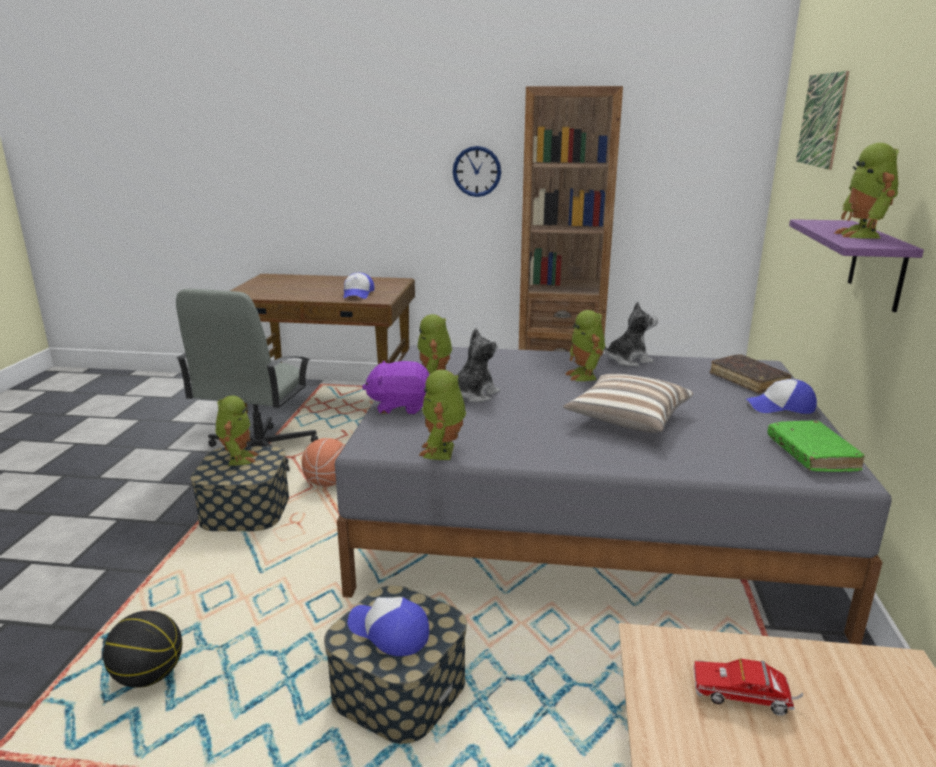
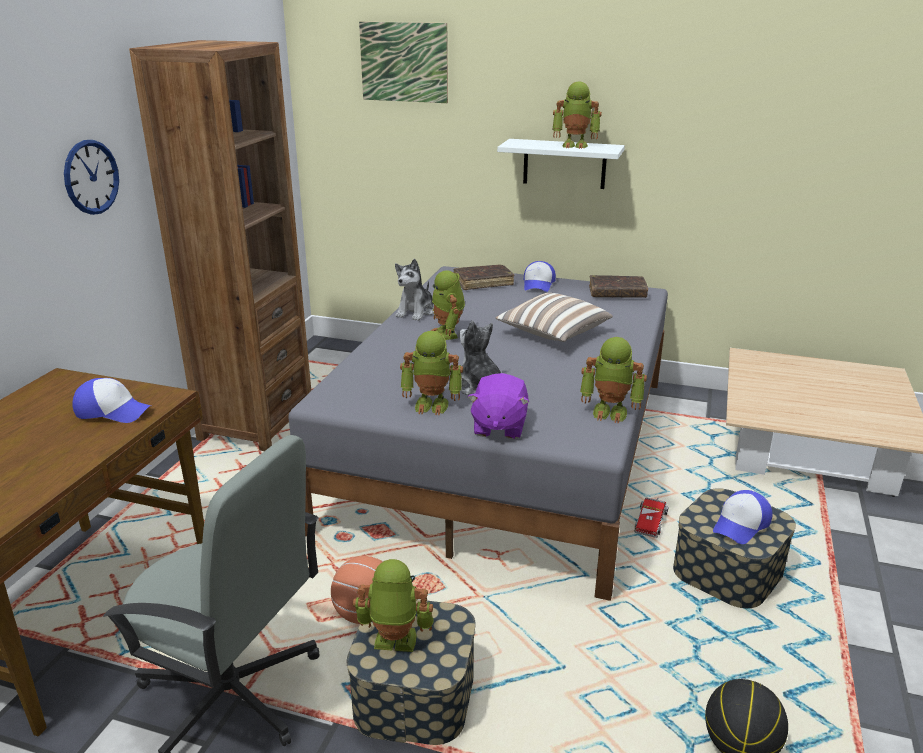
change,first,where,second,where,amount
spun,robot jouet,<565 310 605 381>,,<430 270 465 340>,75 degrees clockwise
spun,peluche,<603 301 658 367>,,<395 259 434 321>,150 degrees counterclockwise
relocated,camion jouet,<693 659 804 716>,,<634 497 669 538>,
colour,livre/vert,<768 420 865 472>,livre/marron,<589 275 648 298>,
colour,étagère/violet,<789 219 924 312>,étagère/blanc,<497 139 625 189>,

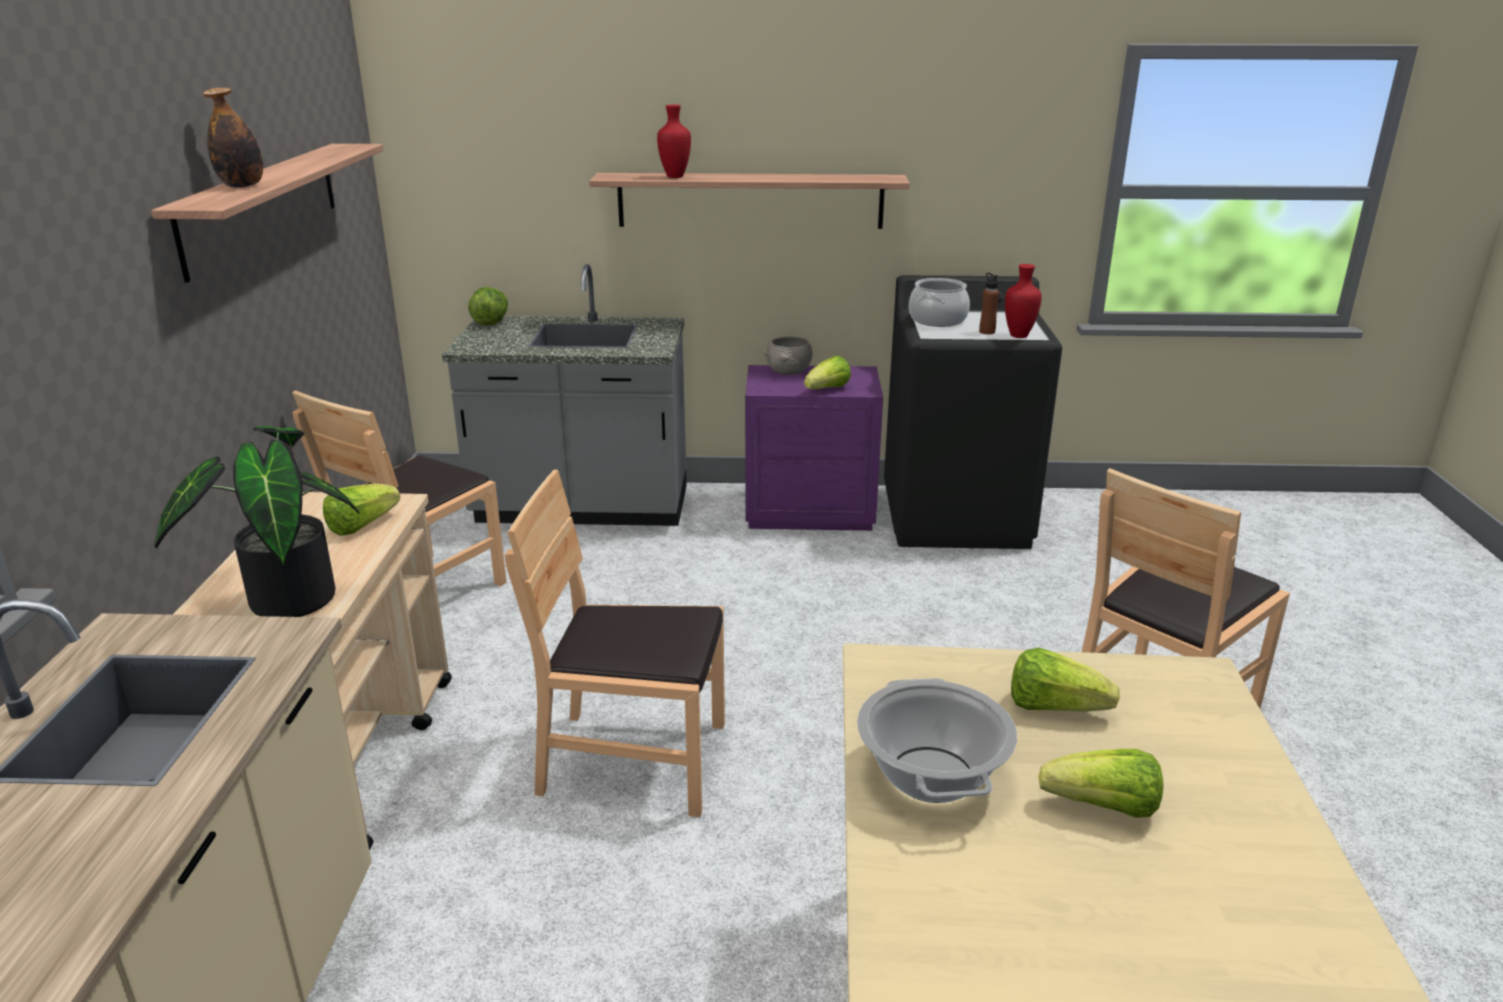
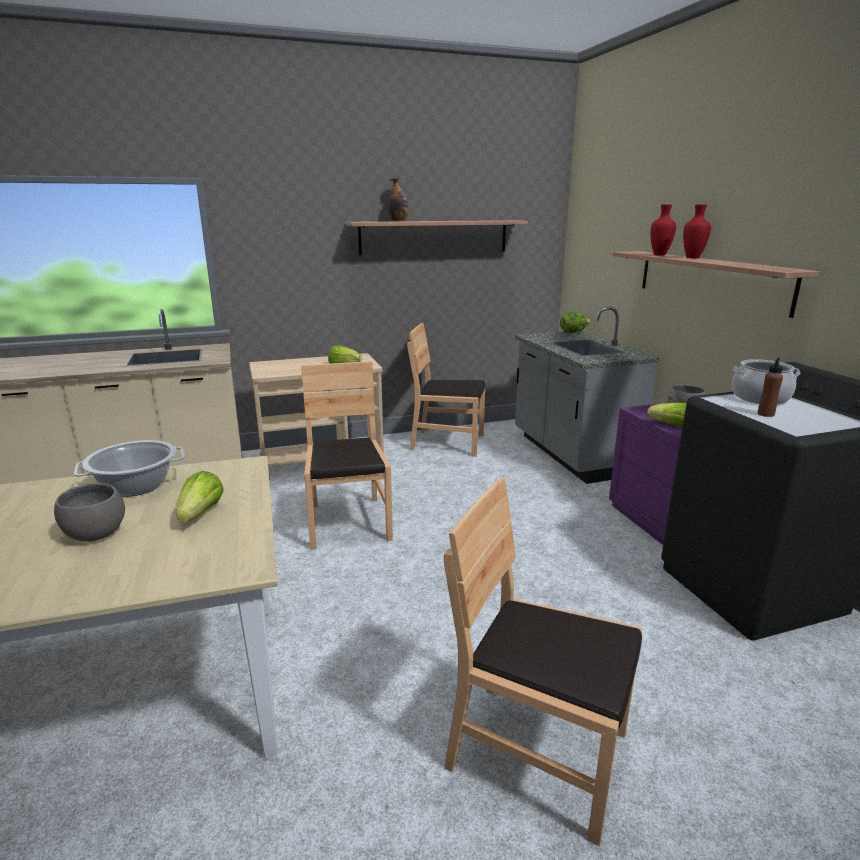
change,first,where,second,where,amount
missing,plante en pot,<155 426 360 617>,,,
relocated,vase/rouge,<1005 264 1042 338>,,<683 204 711 258>,
exchanged,laitue,<1039 749 1163 818>,bol/gris,<54 483 125 542>,

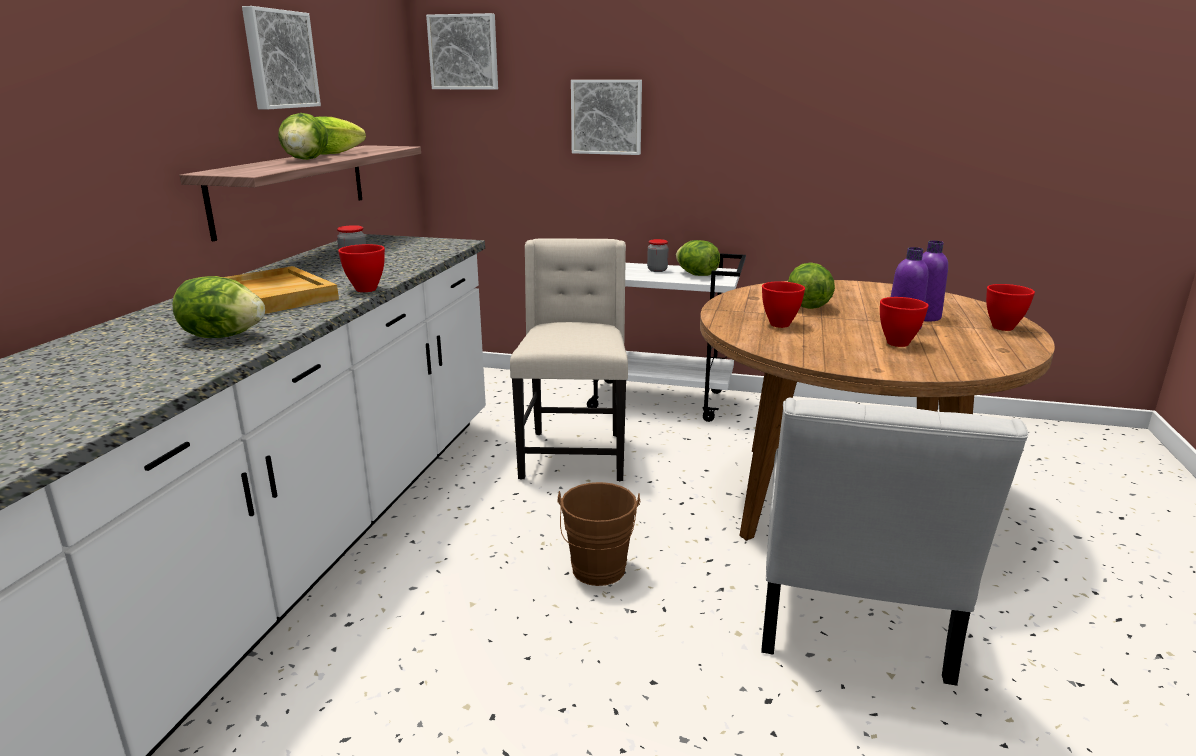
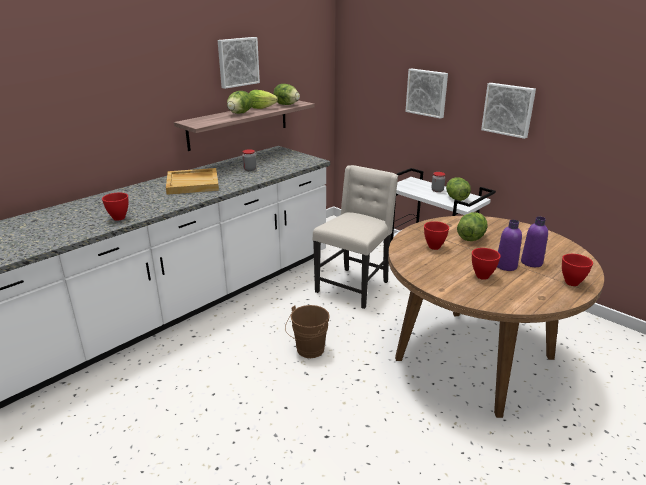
change,first,where,second,where,amount
relocated,laitue,<172 276 265 338>,,<273 84 300 105>,
relocated,bol/rouge,<338 244 385 292>,,<102 193 128 221>,
relocated,tableau,<426 13 498 90>,,<481 83 536 139>,
missing,chaise/blanc,<761 398 1028 686>,,,

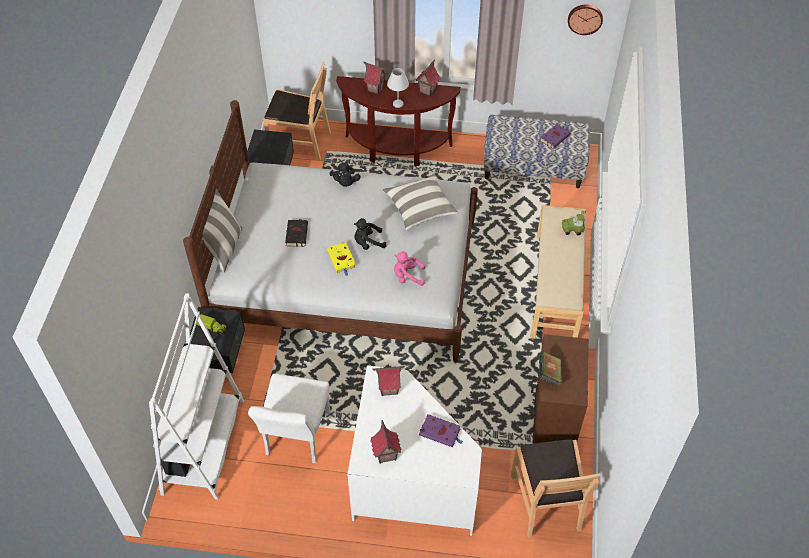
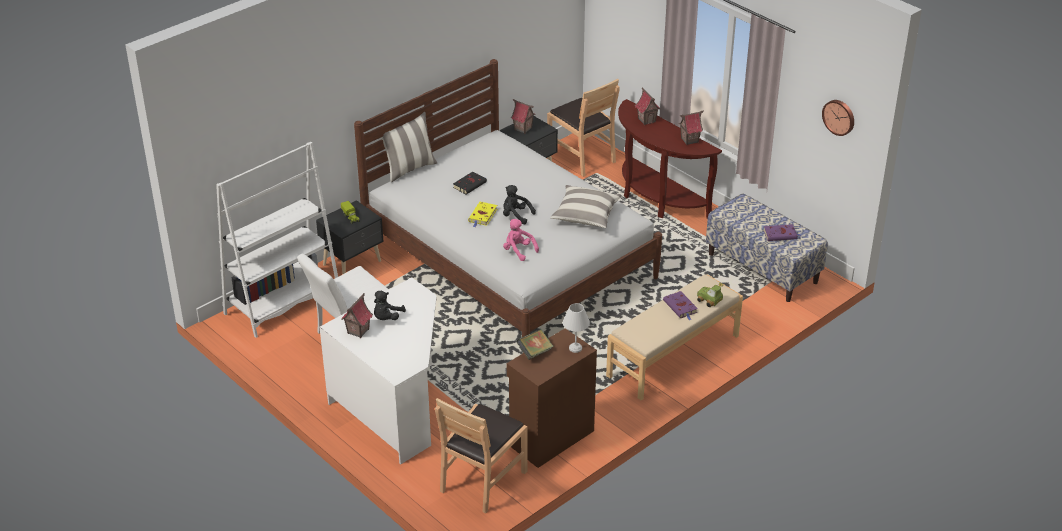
change,first,where,second,where,amount
relocated,peluche/noir,<329 162 360 187>,,<374 291 406 320>,
relocated,maison miniature,<372 366 405 396>,,<511 99 536 134>,
relocated,lampe de table/blanc,<387 68 409 108>,,<563 303 590 353>,
relocated,livre/violet,<419 414 463 447>,,<663 291 698 320>,

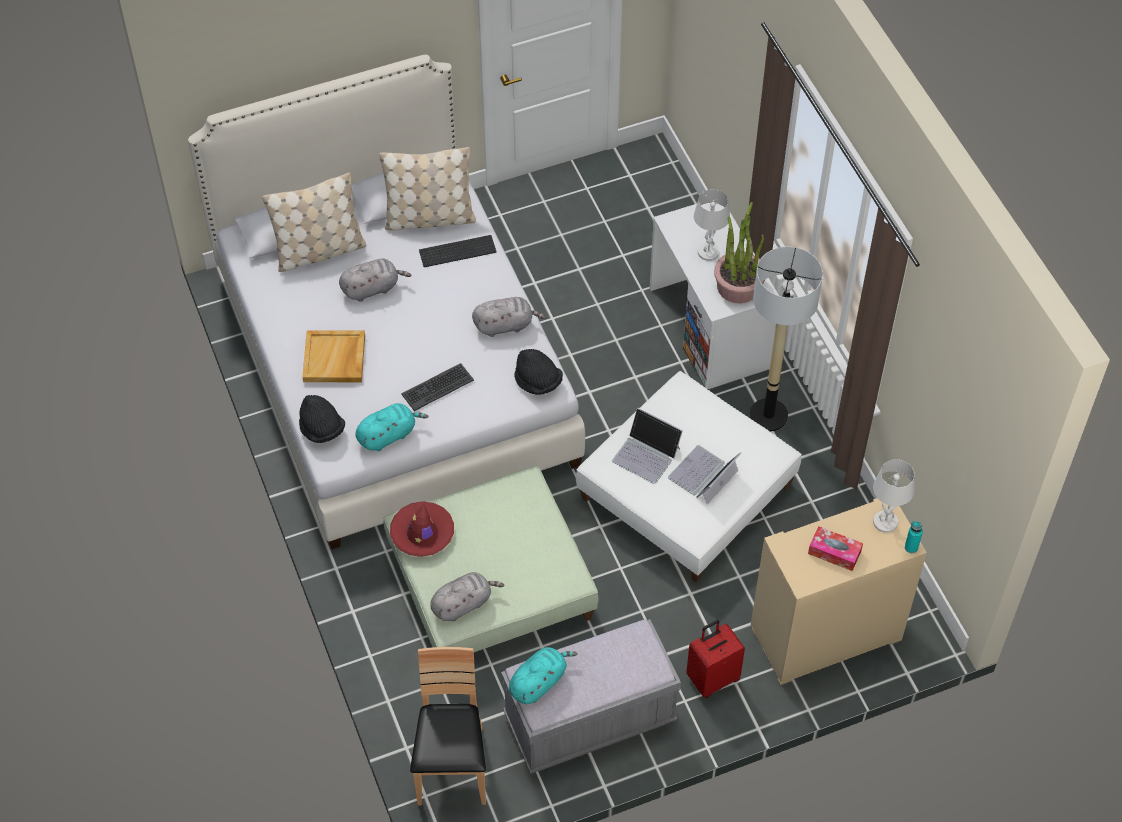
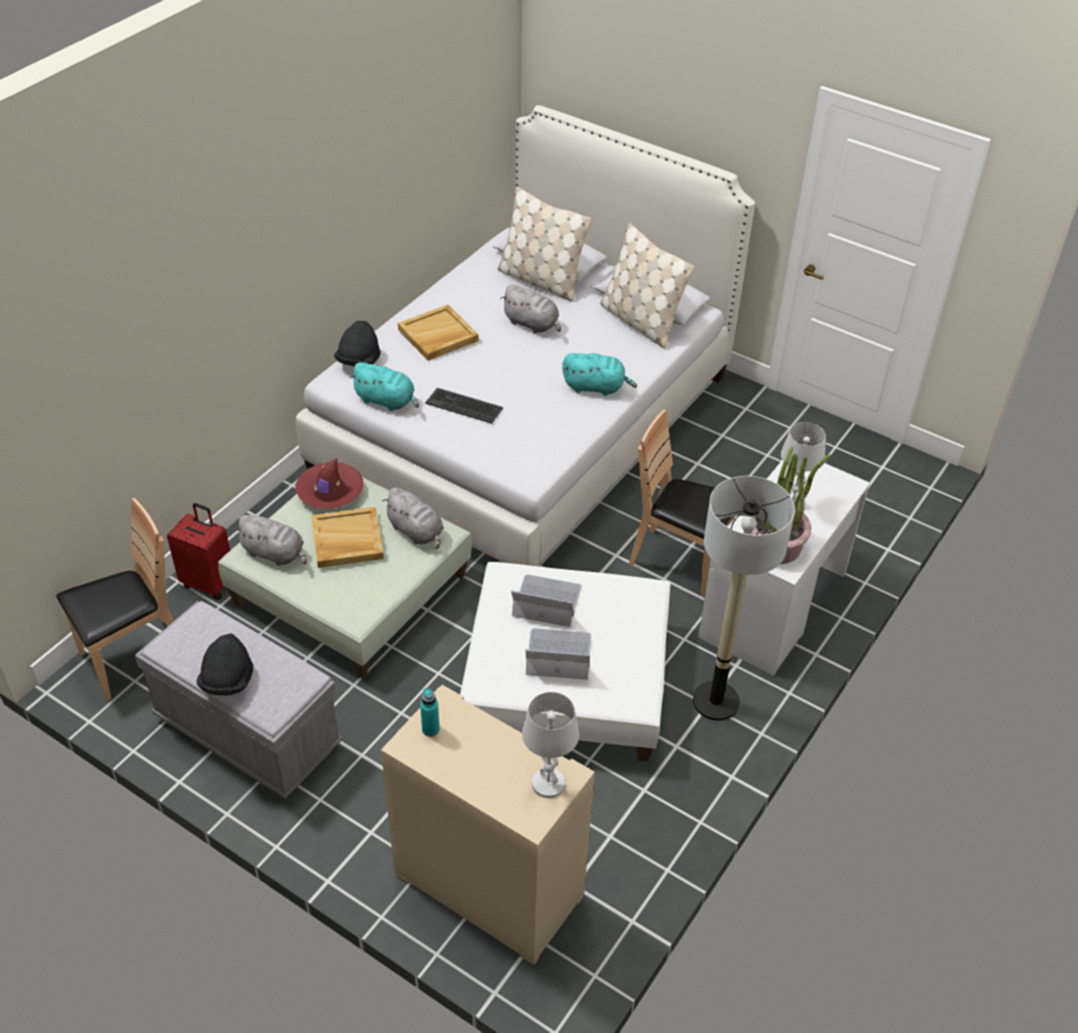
change,first,where,second,where,amount
missing,clavier,<419 235 496 267>,,,
relocated,peluche/gris,<472 297 546 337>,,<382 487 444 549>,
relocated,peluche/turquoise,<509 647 578 704>,,<562 353 637 396>,
relocated,chapeau/noir,<514 349 563 395>,,<196 633 253 696>,
spun,ordinateur portable,<612 408 683 484>,,<511 574 582 627>,105 degrees clockwise
relocated,valise/rouge,<686 620 745 698>,,<167 503 230 600>,
missing,boîte à mouchoirs,<808 526 863 571>,,,
relocated,bouteille/turquoise,<905 521 923 553>,,<420 688 440 737>,
appeared,,,plateau/beige,<311 507 384 568>,
appeared,,,chaise/marron,<628 409 736 597>,

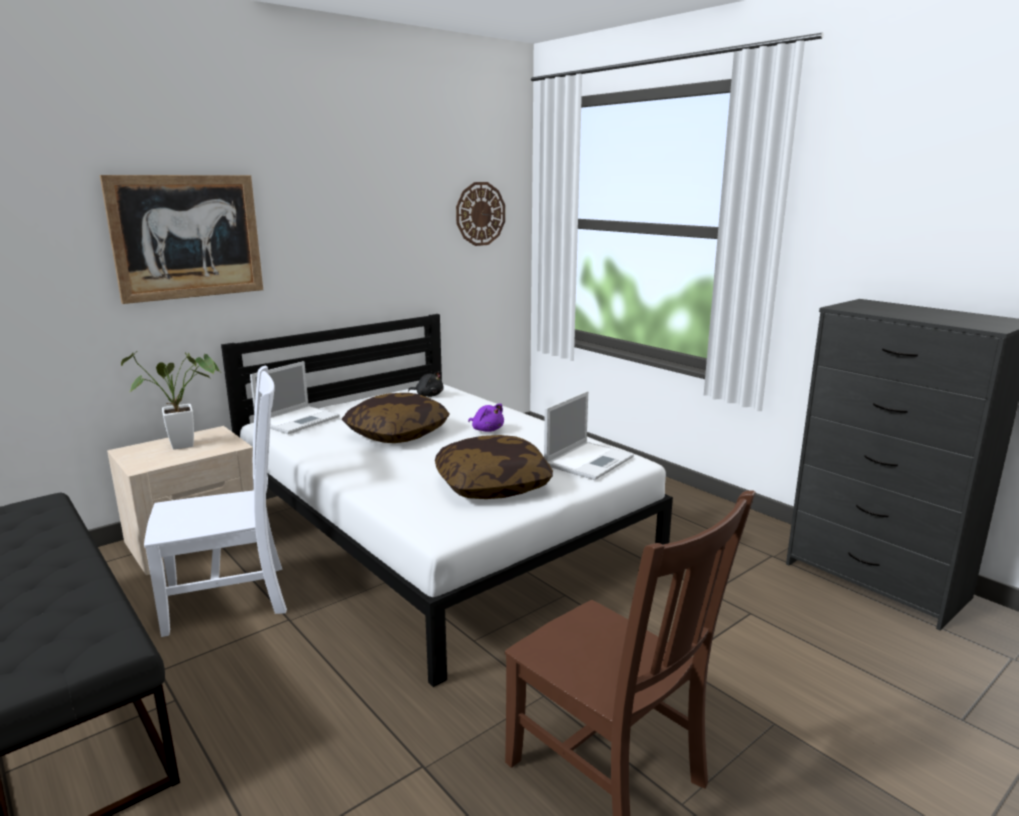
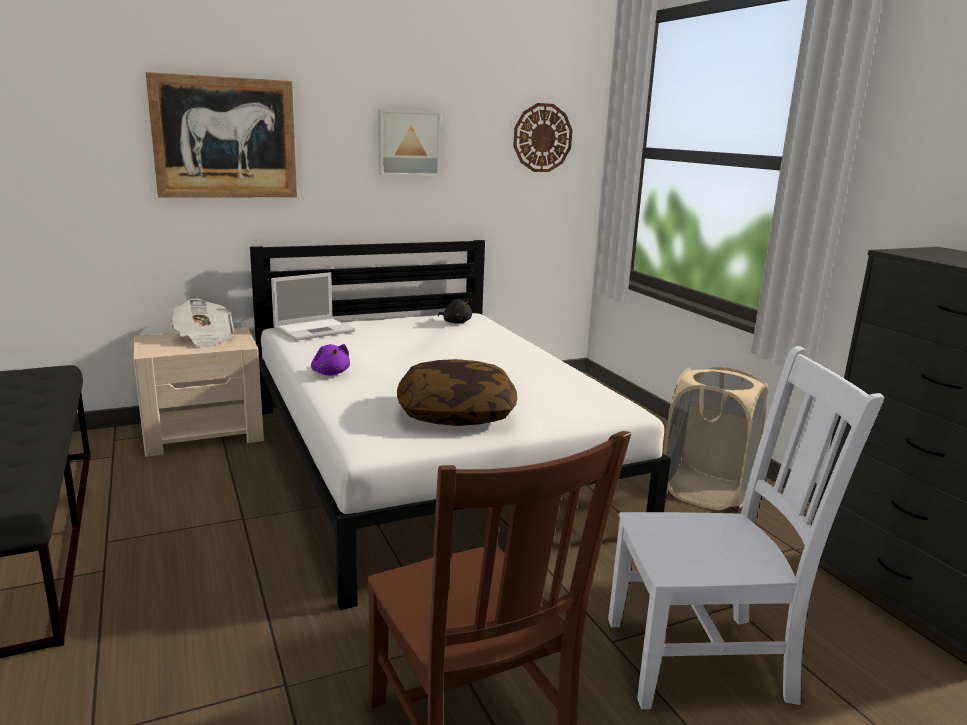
change,first,where,second,where,amount
exchanged,plante en pot,<121 351 220 450>,journal,<171 299 234 348>,
relocated,chaise/blanc,<144 366 287 637>,,<608 346 885 709>,
missing,coussin,<342 393 450 443>,,,
relocated,peluche/violet,<468 403 504 432>,,<311 344 350 375>,
missing,ordinateur portable,<544 391 634 480>,,,
appeared,,,tableau,<378 109 441 176>,
appeared,,,panier à linge/beige,<664 366 768 510>,

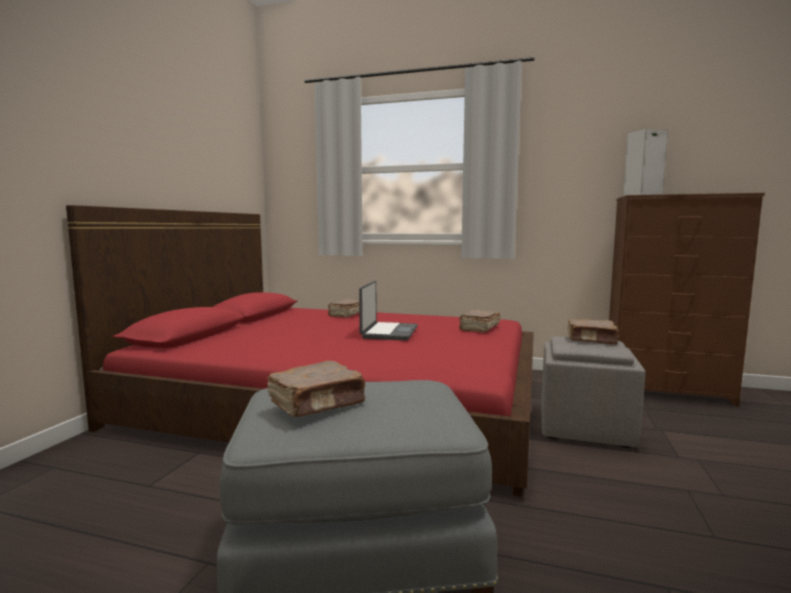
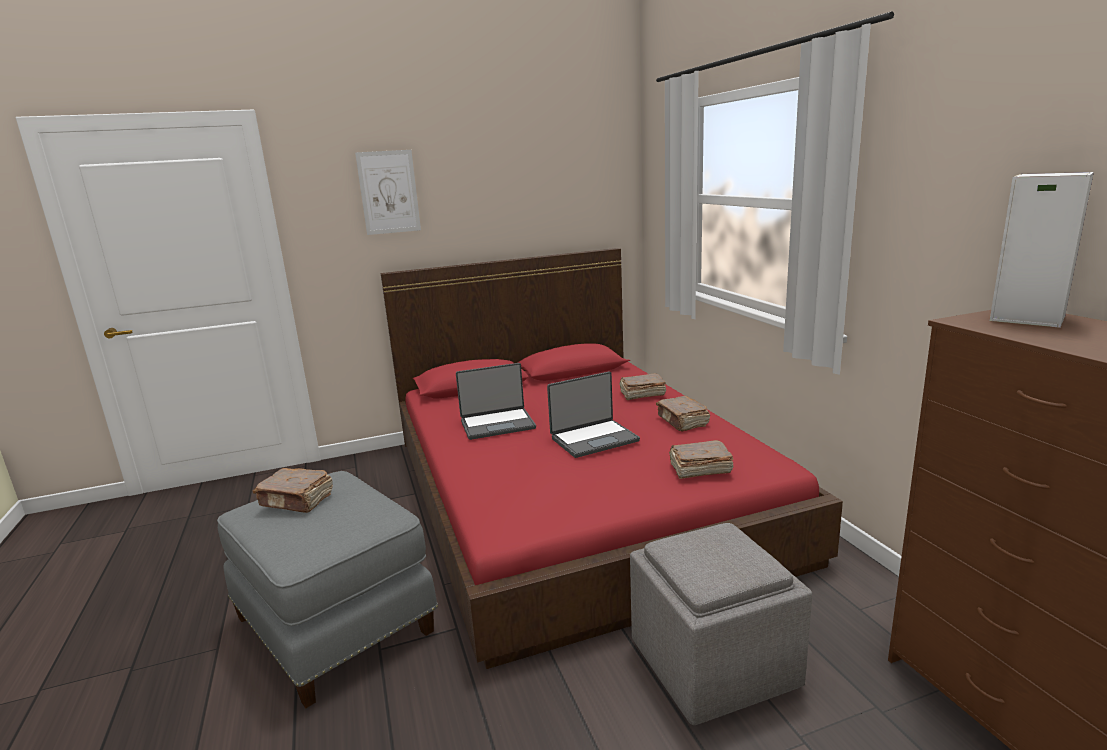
change,first,where,second,where,amount
relocated,livre/marron,<567 319 619 345>,,<656 396 710 431>,
appeared,,,tableau,<355 150 421 235>,
appeared,,,ordinateur portable,<456 363 536 440>,

